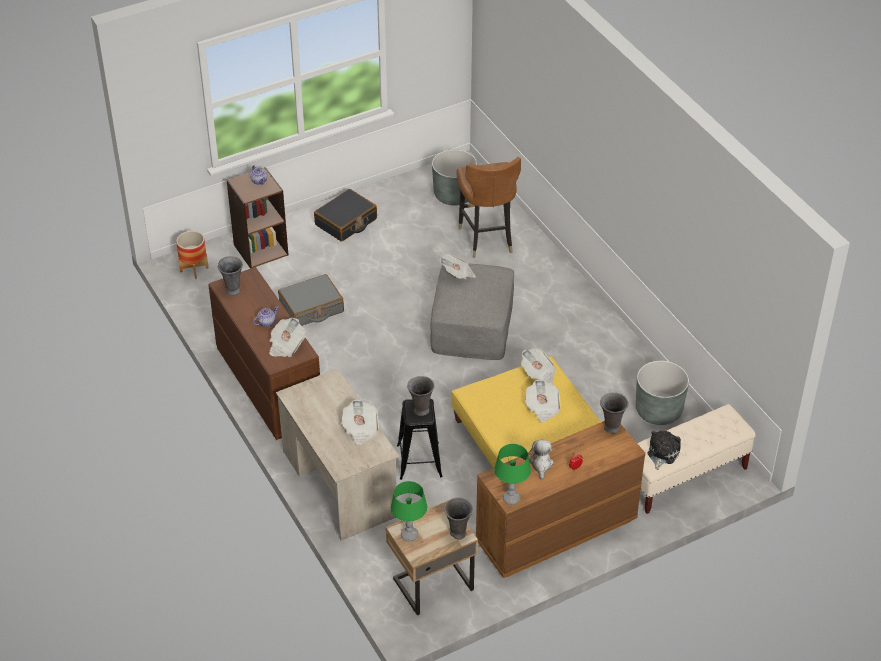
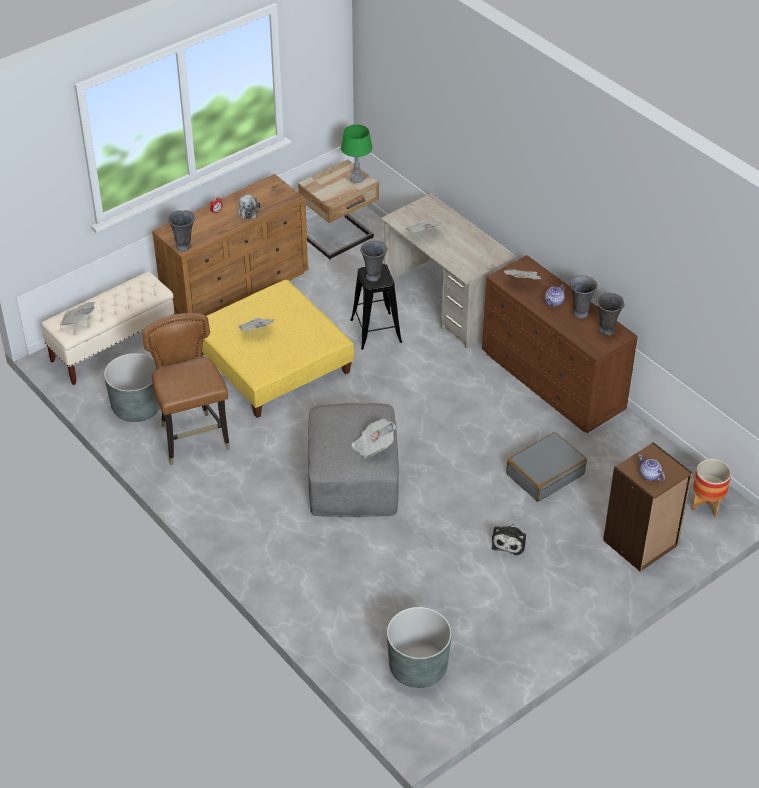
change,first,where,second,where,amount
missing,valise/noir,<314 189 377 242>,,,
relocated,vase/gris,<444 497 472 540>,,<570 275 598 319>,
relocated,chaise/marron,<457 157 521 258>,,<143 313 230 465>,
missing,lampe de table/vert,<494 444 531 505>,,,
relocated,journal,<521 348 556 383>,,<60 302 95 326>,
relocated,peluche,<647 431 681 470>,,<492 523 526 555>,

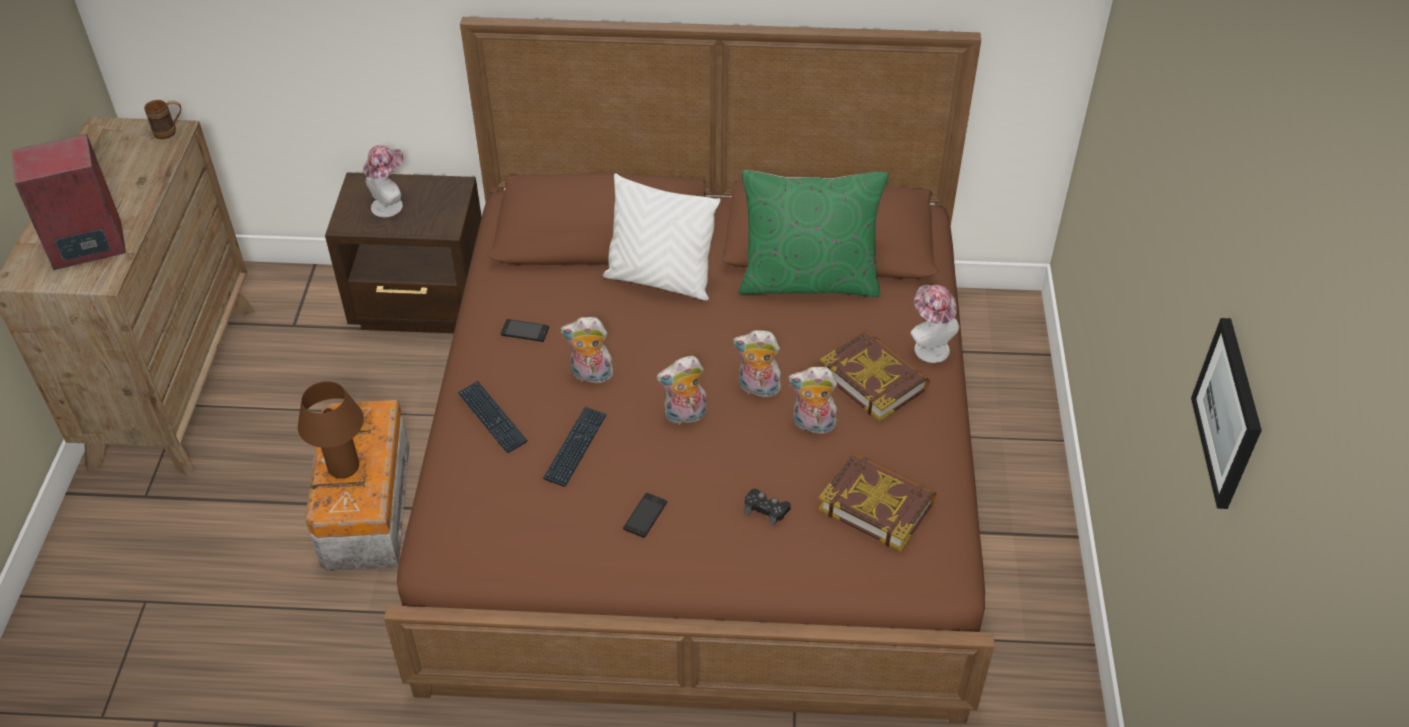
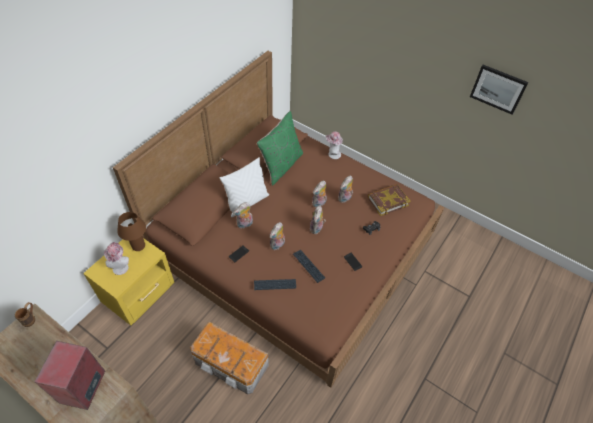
change,first,where,second,where,amount
relocated,lampe de table/marron,<298 381 364 479>,,<117 212 146 251>,
colour,table de chevet/marron,<325 172 482 333>,table de chevet/jaune,<83 238 174 325>,
missing,livre,<820 330 930 422>,,,
appeared,,,peluche,<233 202 253 229>,

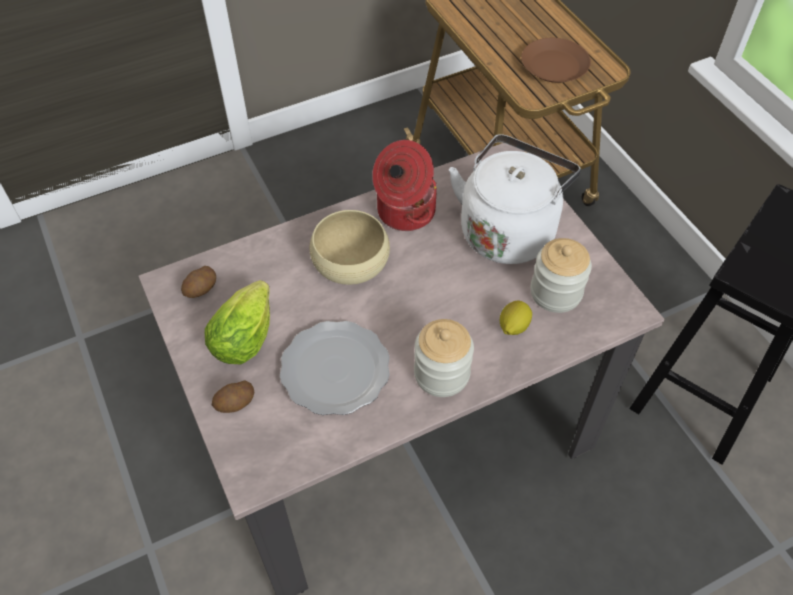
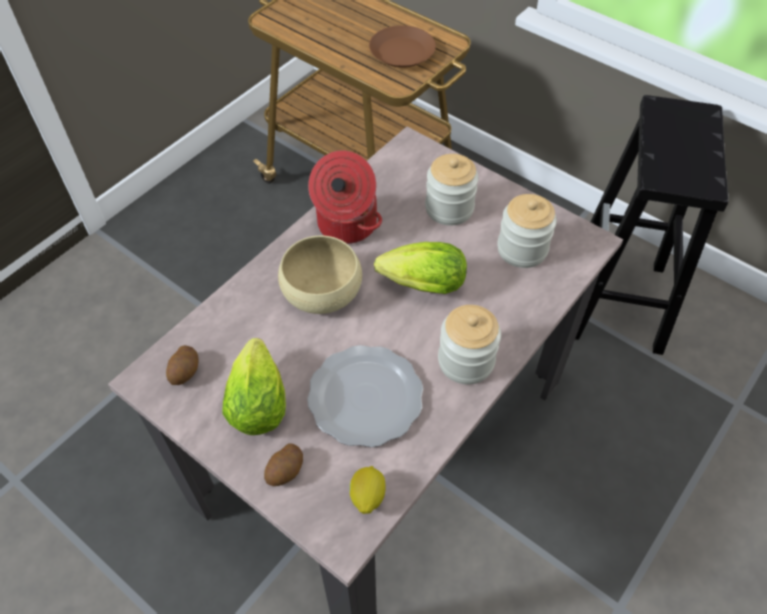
change,first,where,second,where,amount
exchanged,bouilloire/blanc,<449 134 581 264>,bocal,<425 154 479 226>,
relocated,citron,<500 301 532 335>,,<349 466 386 514>,
appeared,,,laitue,<374 242 467 294>,

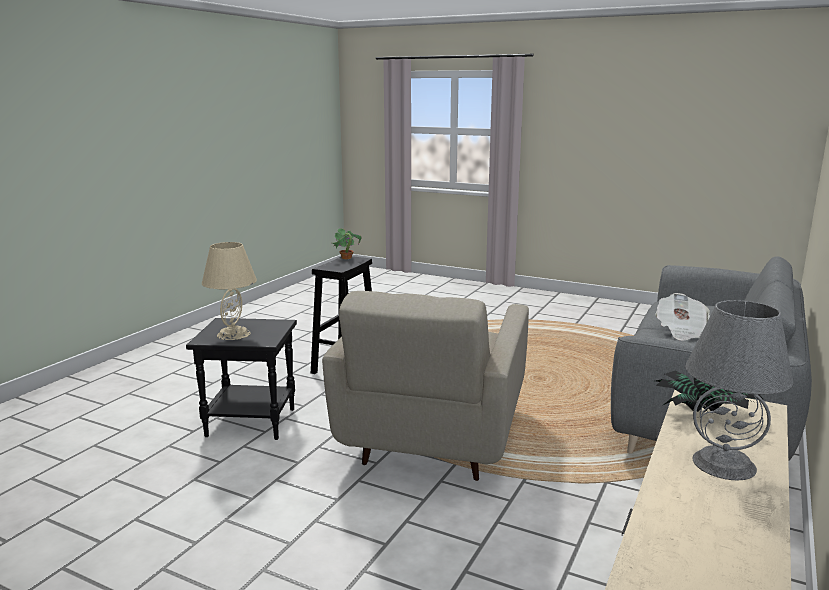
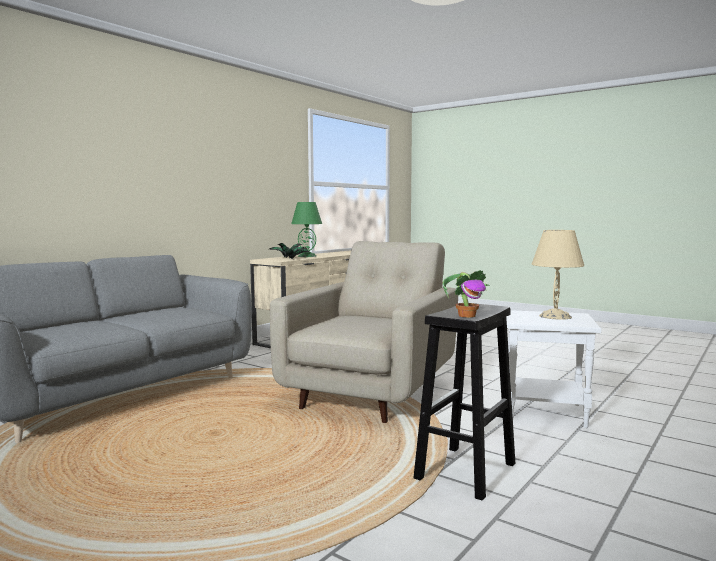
change,first,where,second,where,amount
colour,table d'appoint/noir,<186 318 297 440>,table d'appoint/blanc,<506 310 602 428>,
missing,journal,<655 293 710 340>,,,
colour,lampe de table/gris,<685 300 793 480>,lampe de table/vert,<291 202 322 257>,

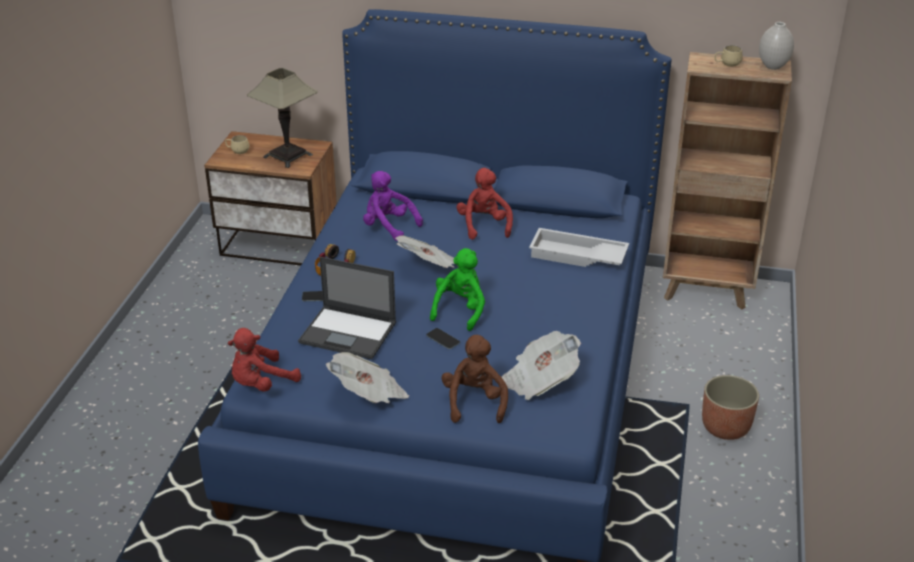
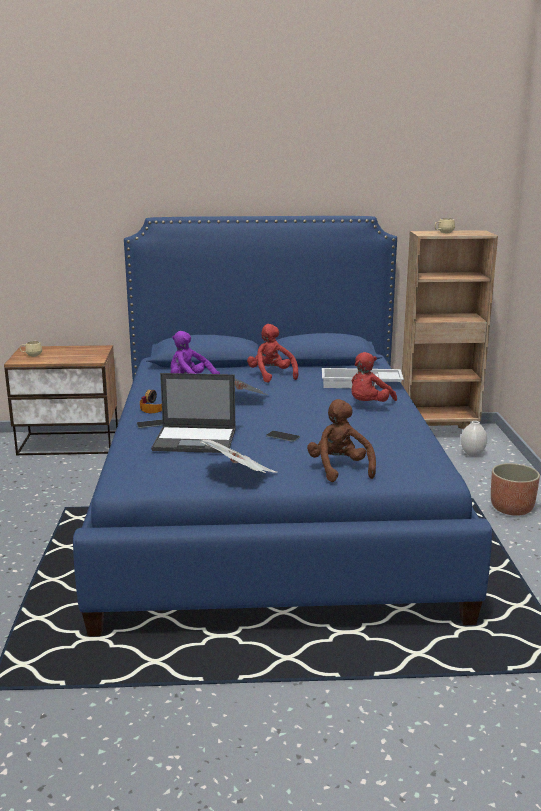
change,first,where,second,where,amount
relocated,peluche/rouge,<228 328 301 392>,,<351 352 397 402>,
missing,lampe de table,<247 68 318 168>,,,
missing,peluche/vert,<430 248 485 331>,,,
missing,journal,<502 331 581 400>,,,
relocated,vase/blanc,<759 22 794 70>,,<461 421 487 457>,

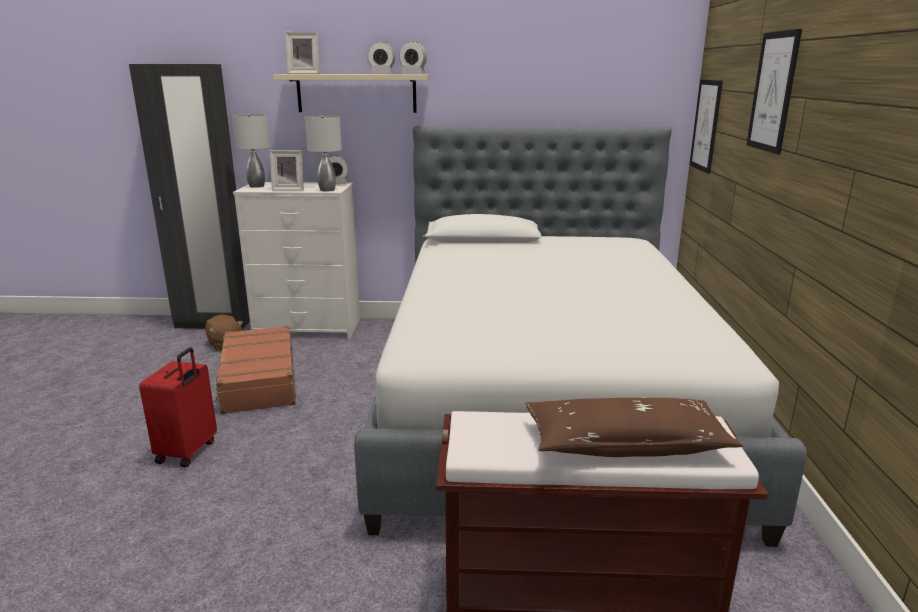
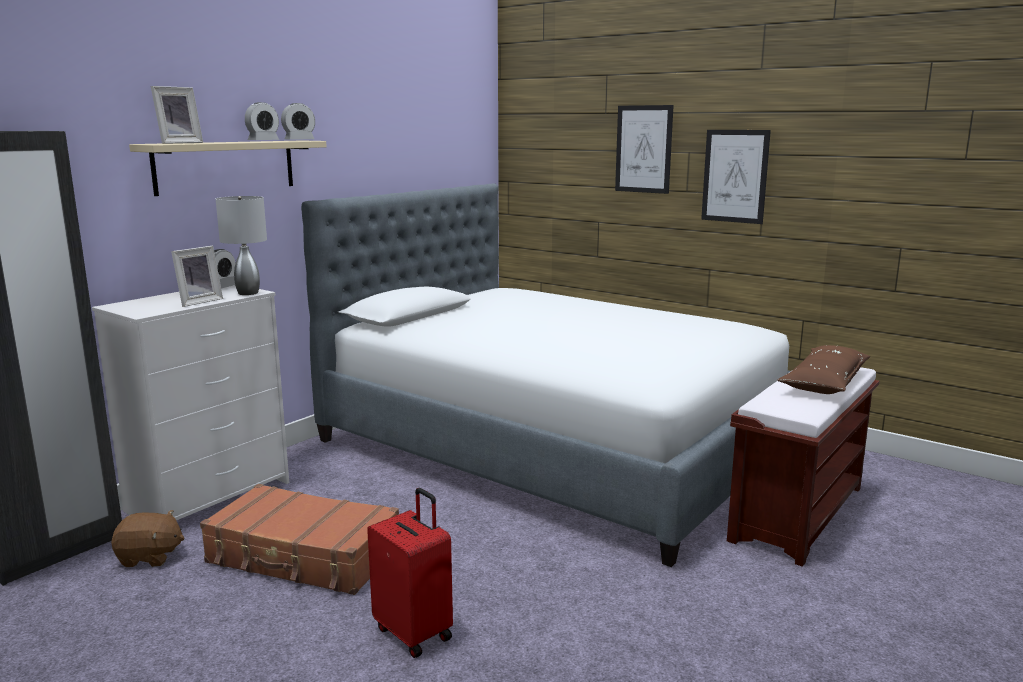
change,first,where,second,where,amount
missing,lampe de table/gris,<232 114 270 188>,,,
relocated,tableau,<690 80 723 174>,,<701 130 771 224>,

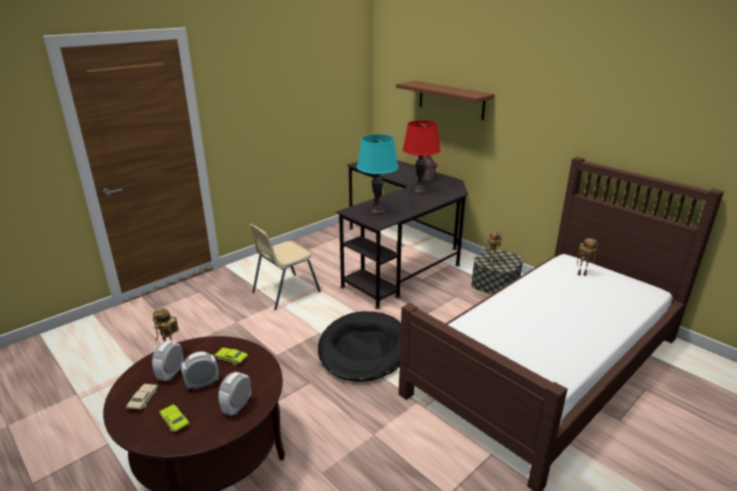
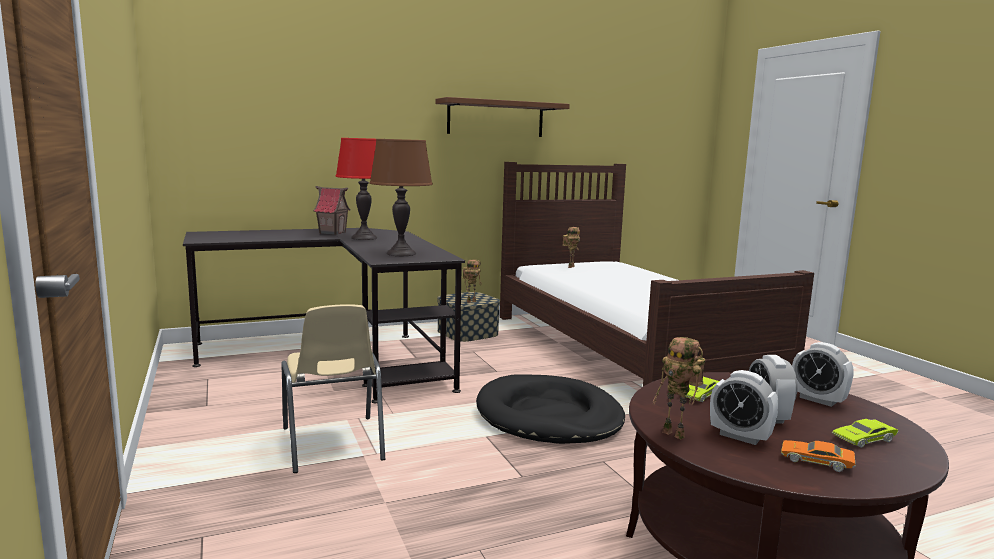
change,first,where,second,where,amount
colour,petite voiture/beige,<126 384 158 410>,petite voiture/orange,<781 440 855 472>,
colour,lampe de table/turquoise,<357 134 399 214>,lampe de table/marron,<369 139 433 256>,
relocated,étagère/marron,<396 81 495 120>,,<435 97 570 137>,

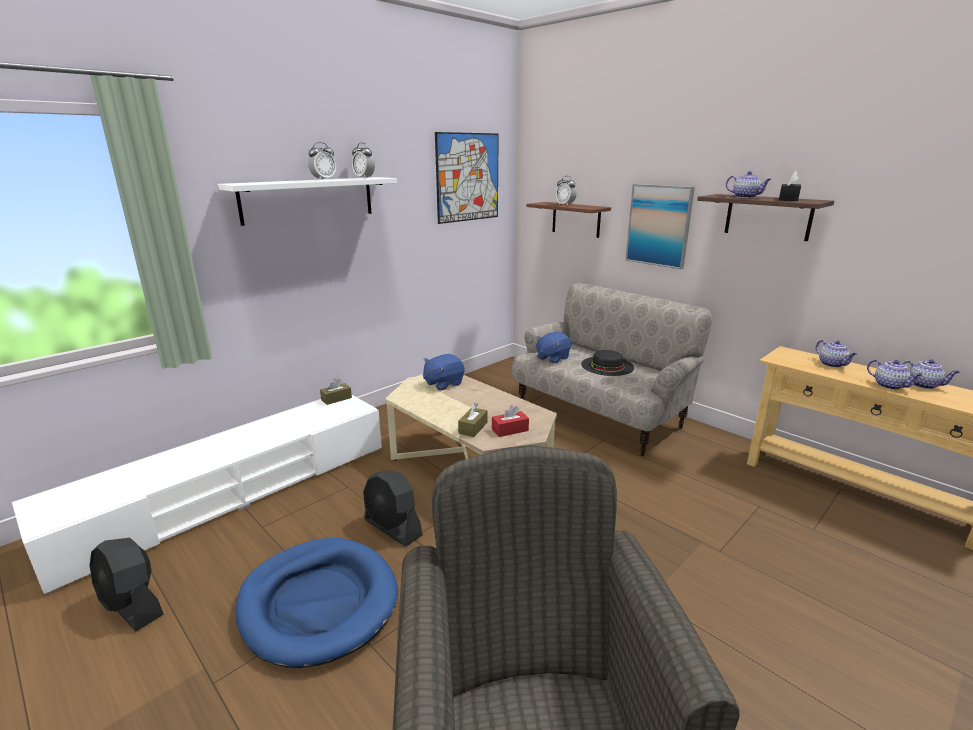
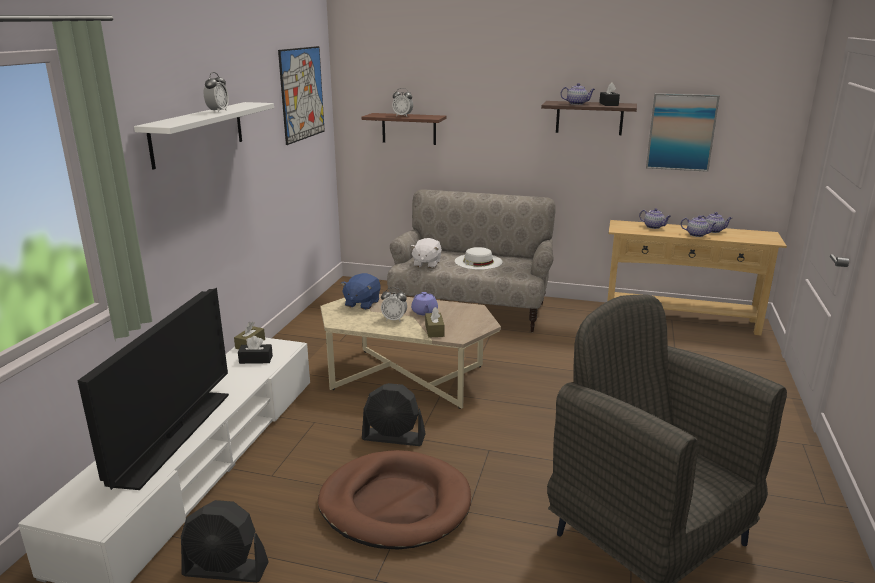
change,first,where,second,where,amount
colour,panier pour chien/bleu,<235 538 398 668>,panier pour chien/marron,<318 450 471 550>,
relocated,réveil,<352 142 375 179>,,<381 287 407 322>,
missing,boîte à mouchoirs/rouge,<492 405 529 437>,,,
colour,peluche/bleu,<536 332 571 364>,peluche/blanc,<410 238 442 268>,
colour,chapeau/noir,<581 350 634 376>,chapeau/blanc,<455 247 503 270>,
relocated,tableau,<625 184 695 269>,,<646 93 720 172>,
appeared,,,téléviseur,<78 288 229 490>,
appeared,,,boîte à mouchoirs/noir,<238 336 273 364>,
appeared,,,théière/violet,<411 292 438 316>,

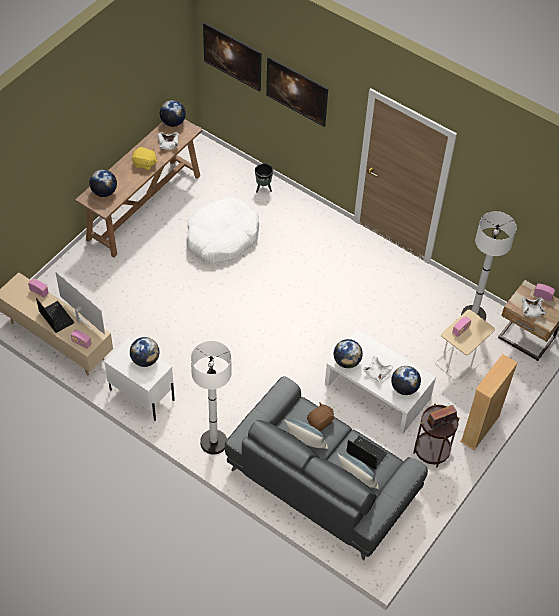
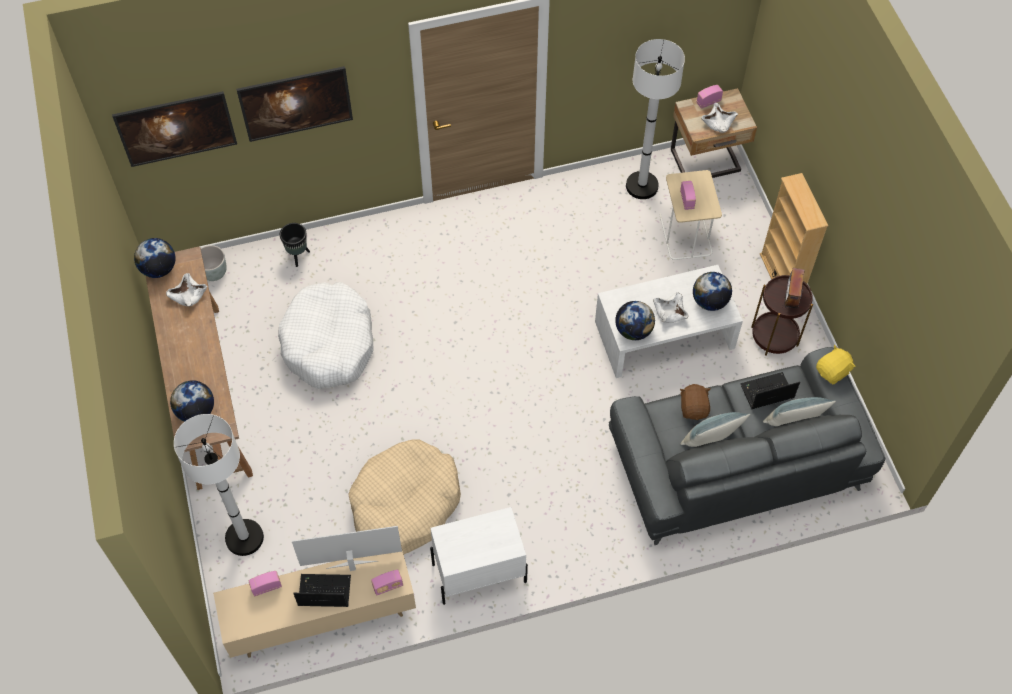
change,first,where,second,where,amount
missing,globe,<130 337 159 367>,,,
relocated,peluche/jaune,<132 147 158 170>,,<816 345 856 384>,
relocated,lampadaire/blanc,<191 341 232 455>,,<174 414 264 556>,
appeared,,,cache-pot/gris,<201 245 227 281>,
appeared,,,panier pour chien/beige,<348 439 461 554>,

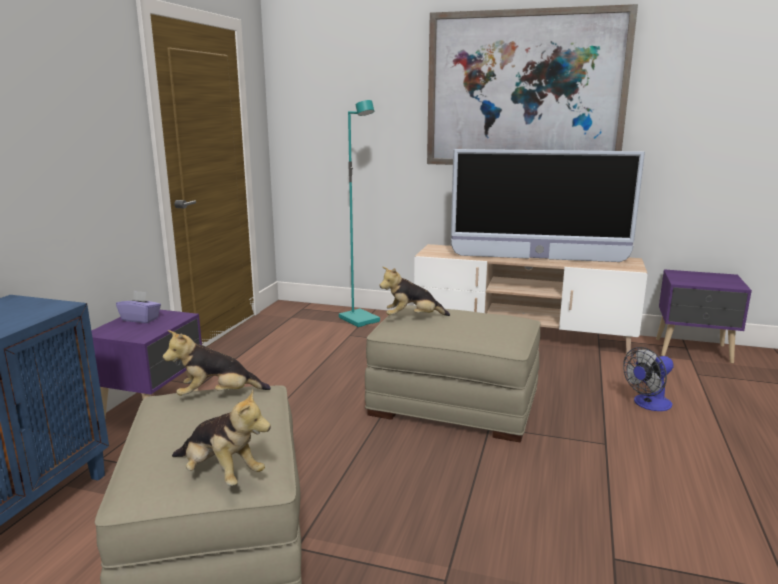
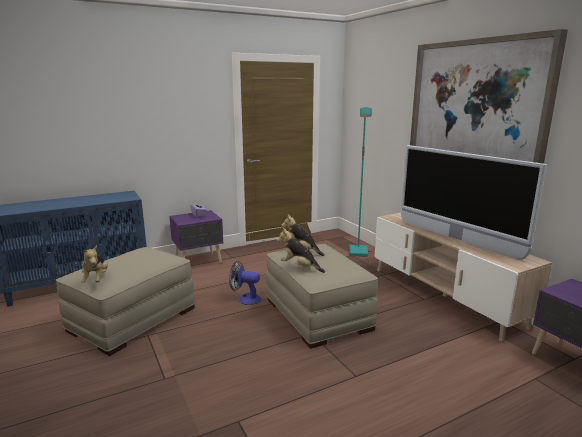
change,first,where,second,where,amount
relocated,peluche,<163 330 271 396>,,<276 228 325 273>,
relocated,ventilateur,<623 347 673 411>,,<229 261 261 305>,

